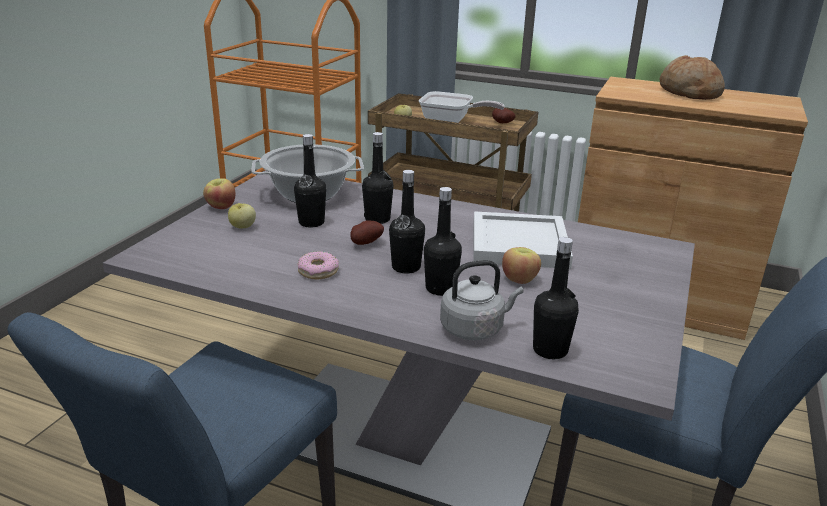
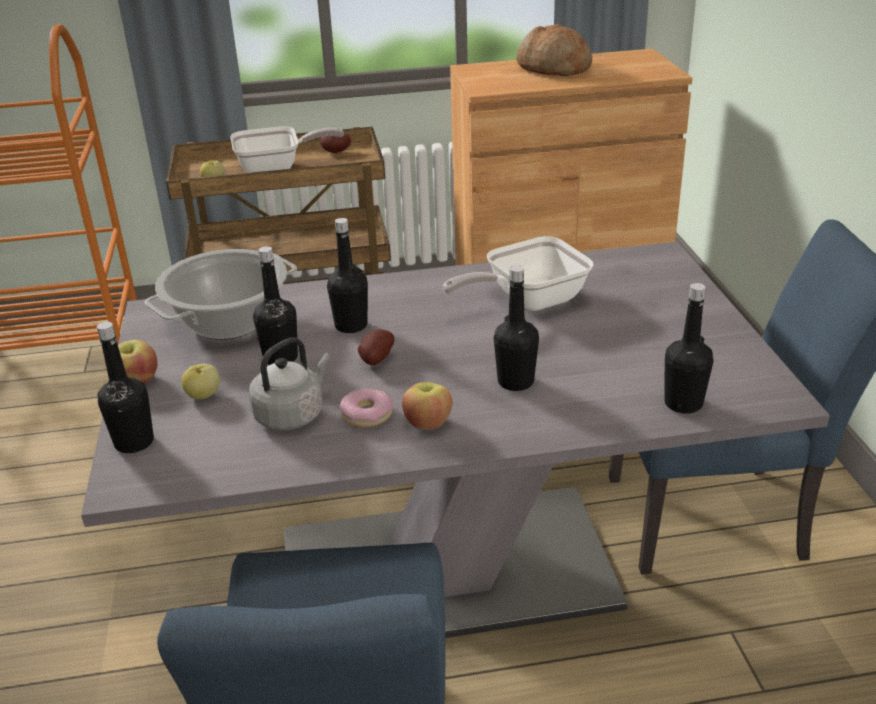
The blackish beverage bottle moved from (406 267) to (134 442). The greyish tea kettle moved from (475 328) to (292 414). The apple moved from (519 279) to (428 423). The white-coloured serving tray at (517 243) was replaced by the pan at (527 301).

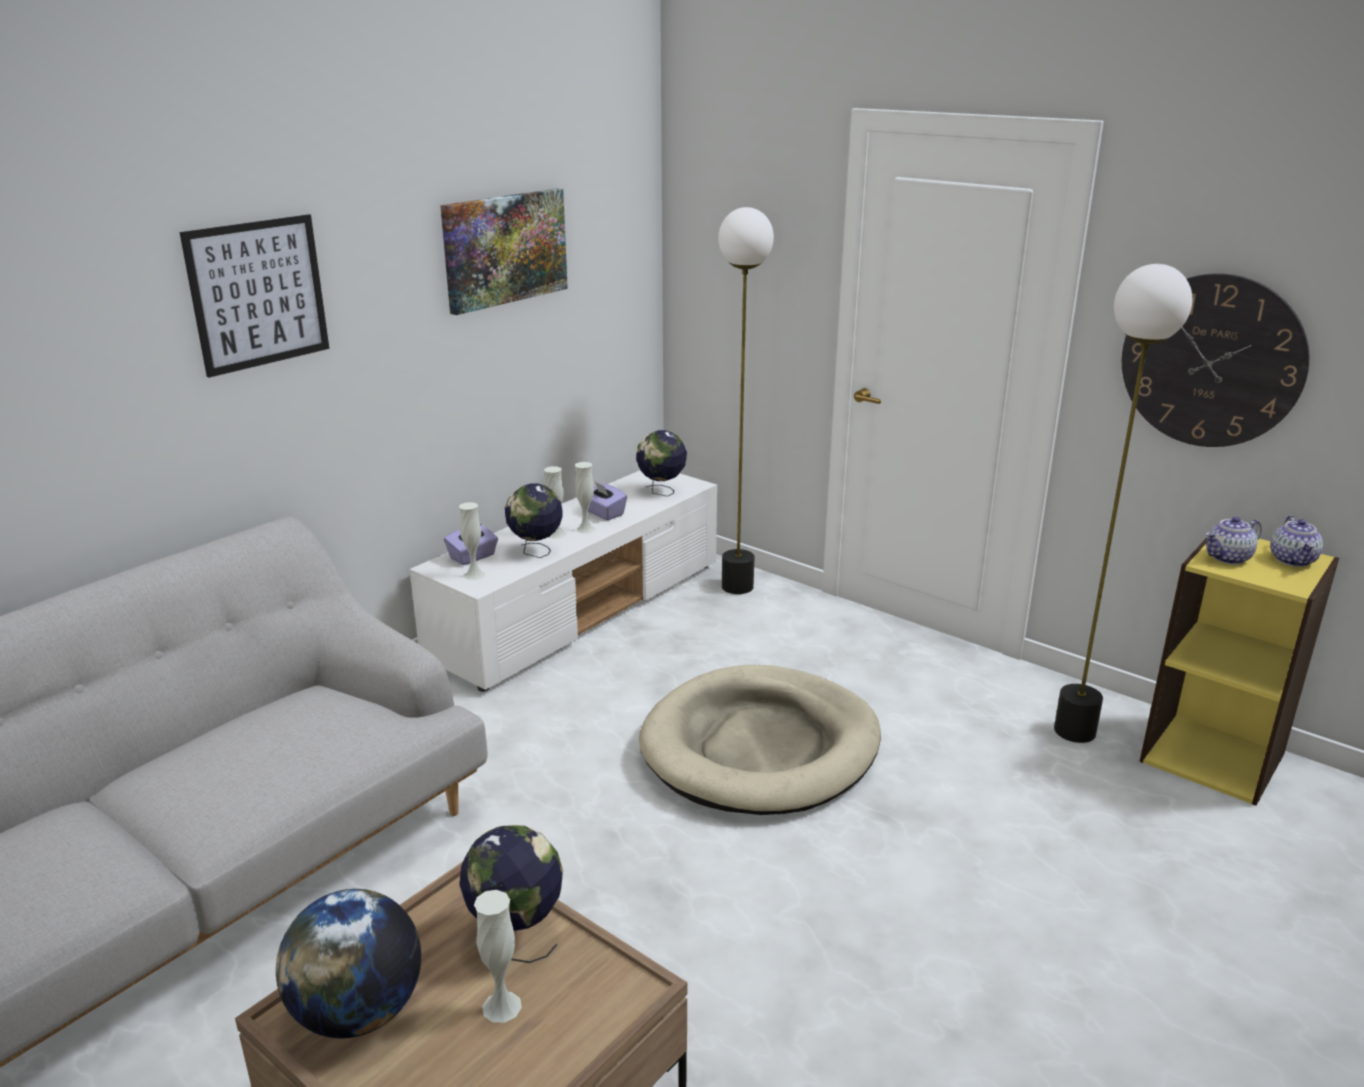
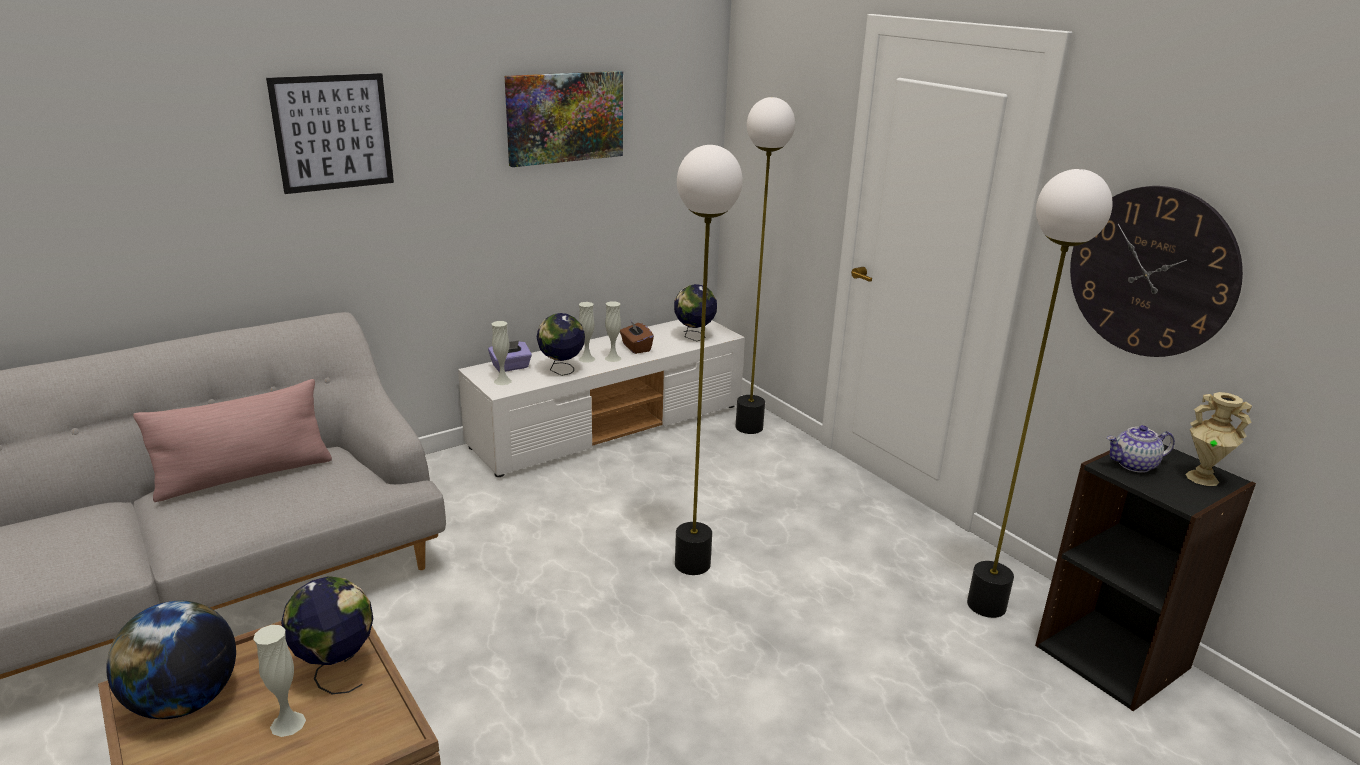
The pink throw pillow at (245 475) appeared. The sand-coloured pet bed at (761 747) was replaced by the floor lamp at (693 564). The tea pot at (1293 560) was replaced by the sand-coloured flower vase at (1202 478). The purple-coloured tissue holder at (604 513) became the brown tissue holder at (636 348). The yellow-coloured shelving unit at (1213 757) became the blackish shelving unit at (1113 656).

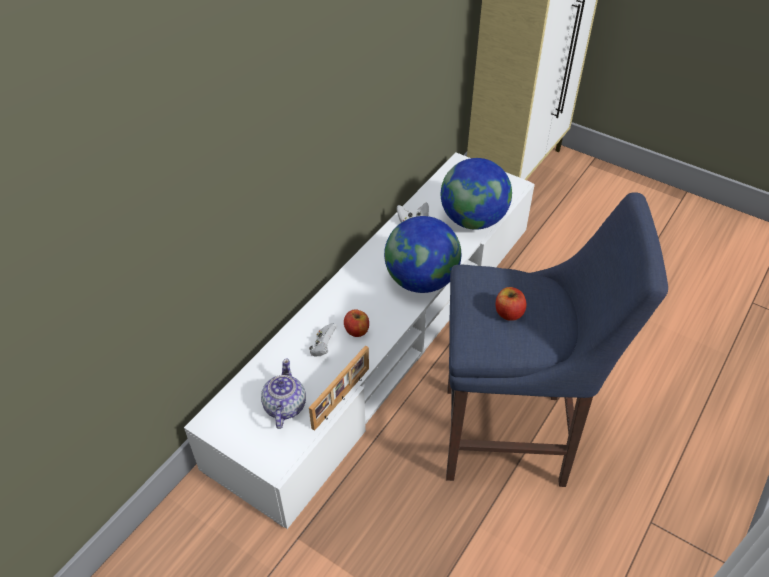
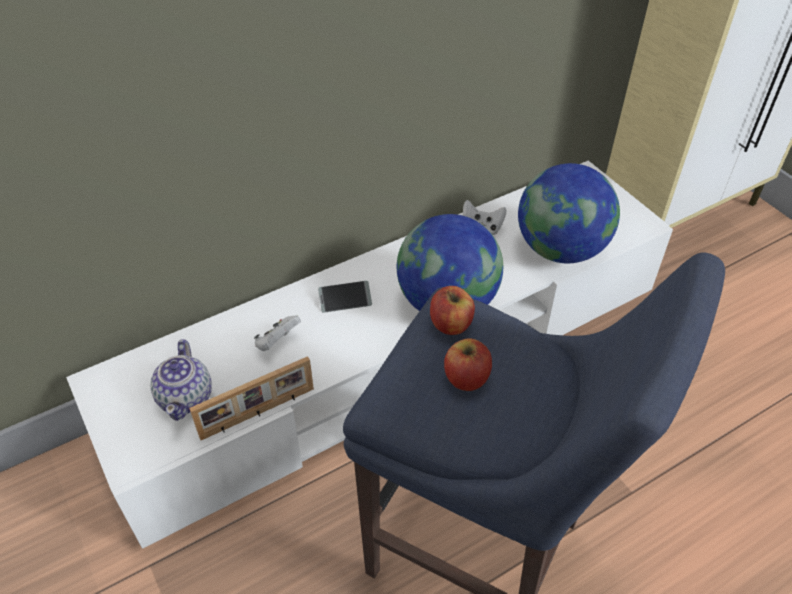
The handset at (345 300) appeared. The apple moved from (357 330) to (451 324). The tea pot at (284 407) turned 150 degrees clockwise.

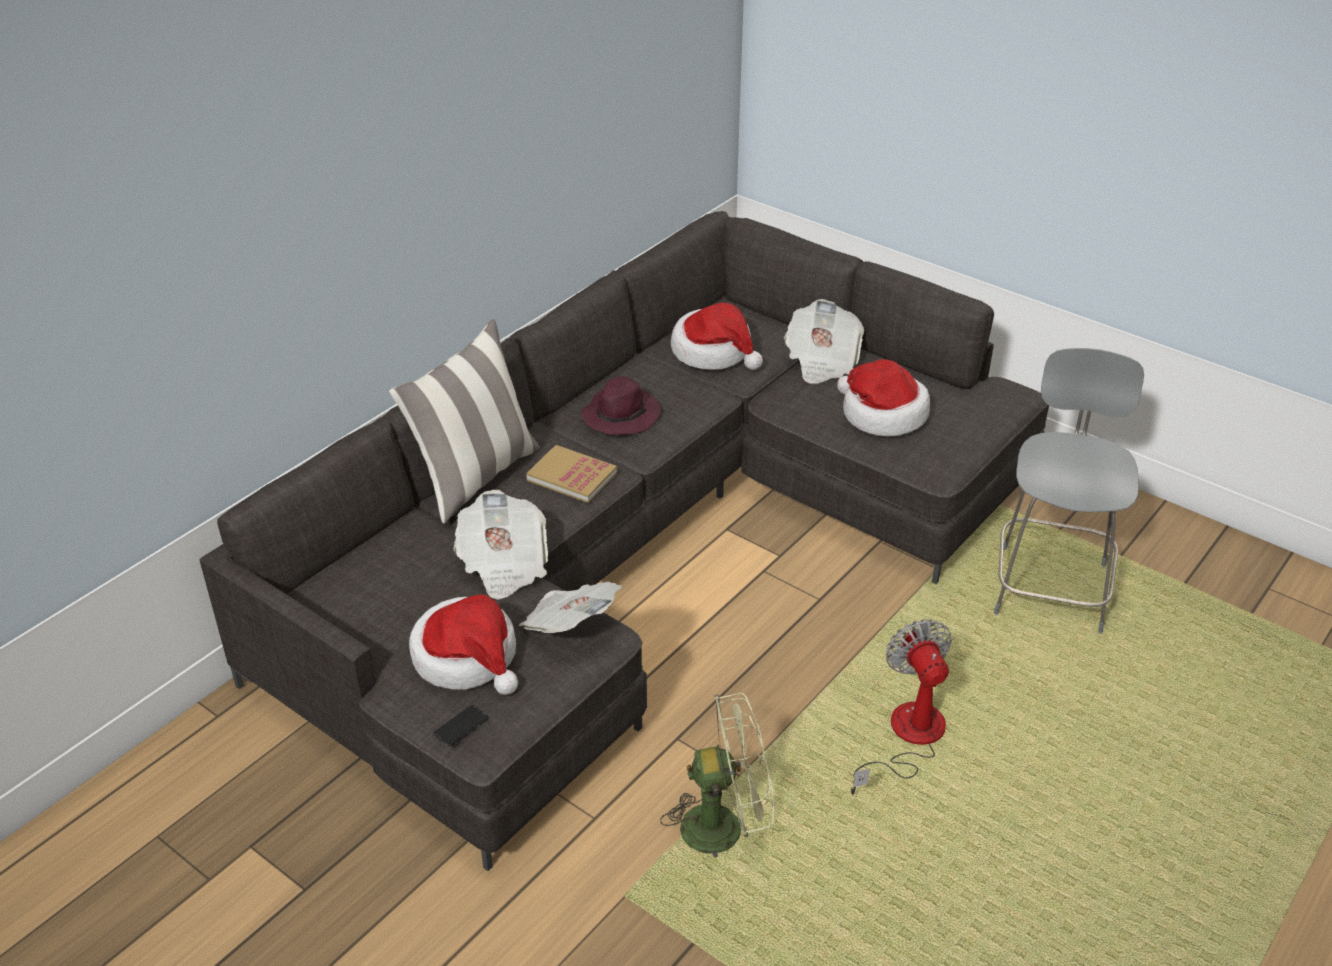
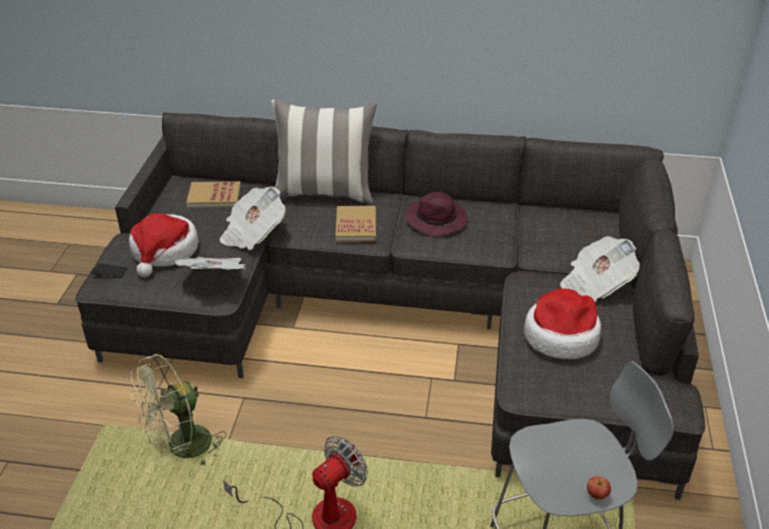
The clothing hat at (714 352) disappeared. The volume at (214 197) appeared. The apple at (597 494) appeared. The green cooling fan at (725 826) turned 90 degrees clockwise.

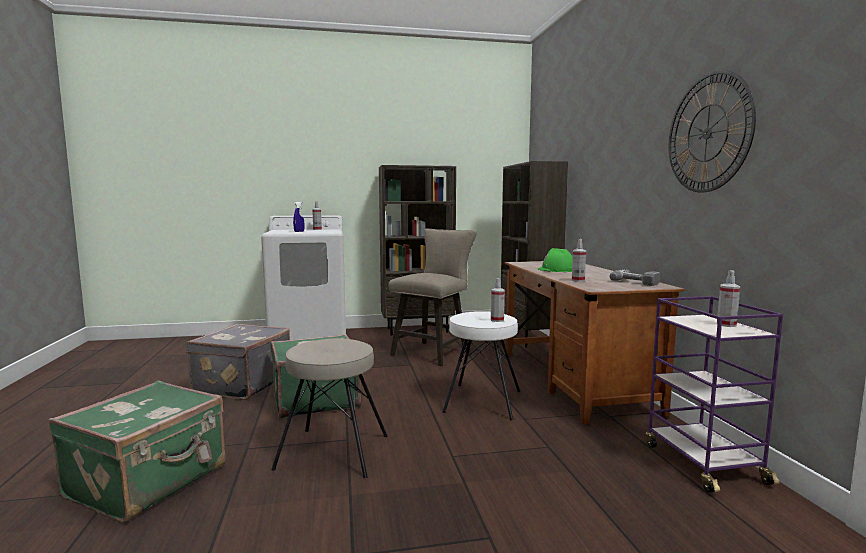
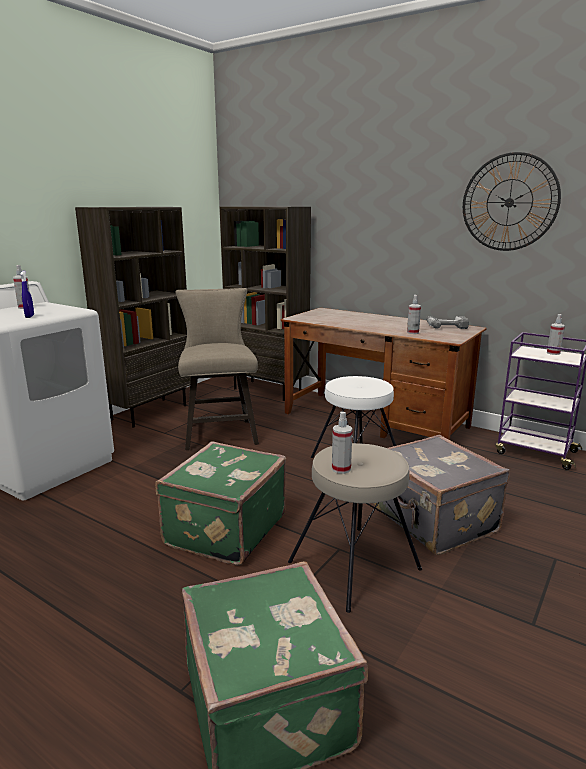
The green work helmet at (557 270) disappeared. The greyish suitcase moved from (241 384) to (433 521). The spray bottle moved from (497 320) to (341 469).

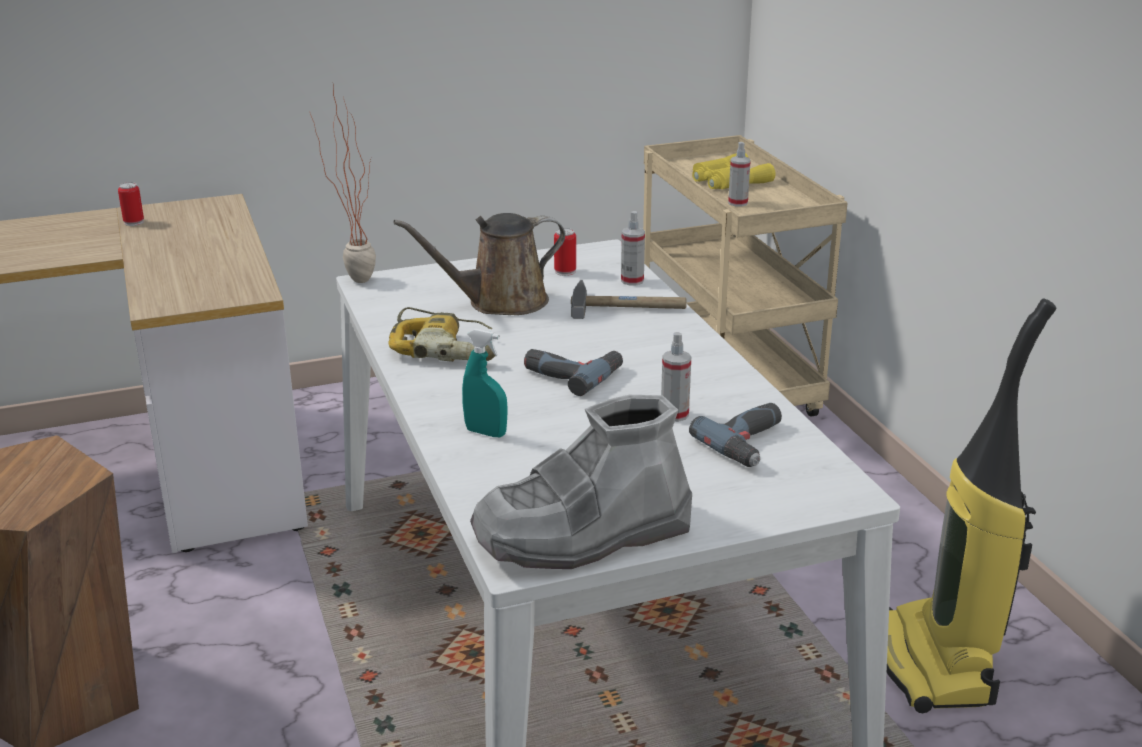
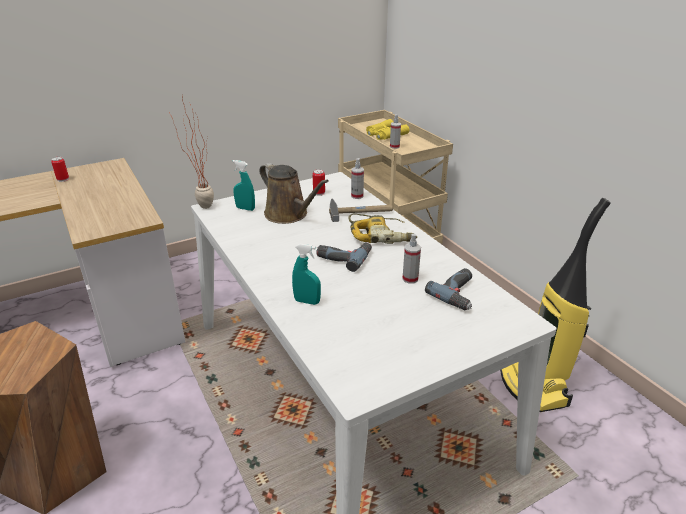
The greyish boot at (582 536) disappeared. The turquoise spray bottle at (245 208) appeared. The electric drill moved from (445 348) to (381 235). The brown sprinkling can at (500 302) turned 105 degrees counterclockwise.

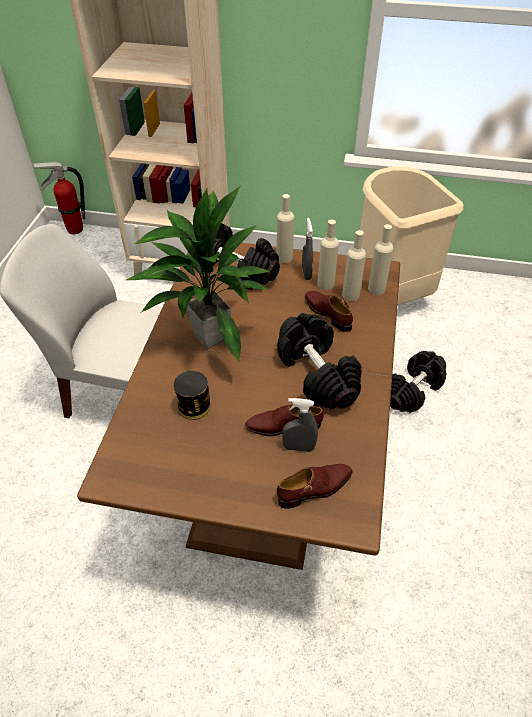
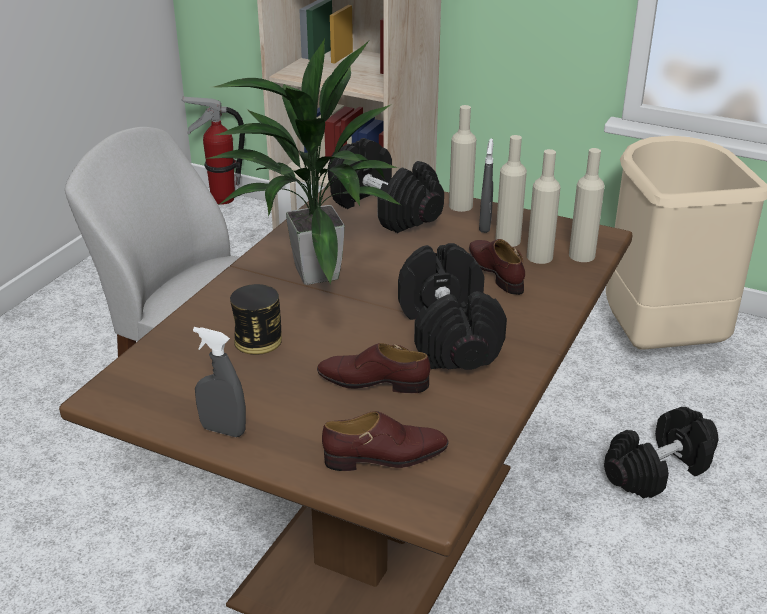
The greyish spray bottle moved from (299 447) to (223 430).

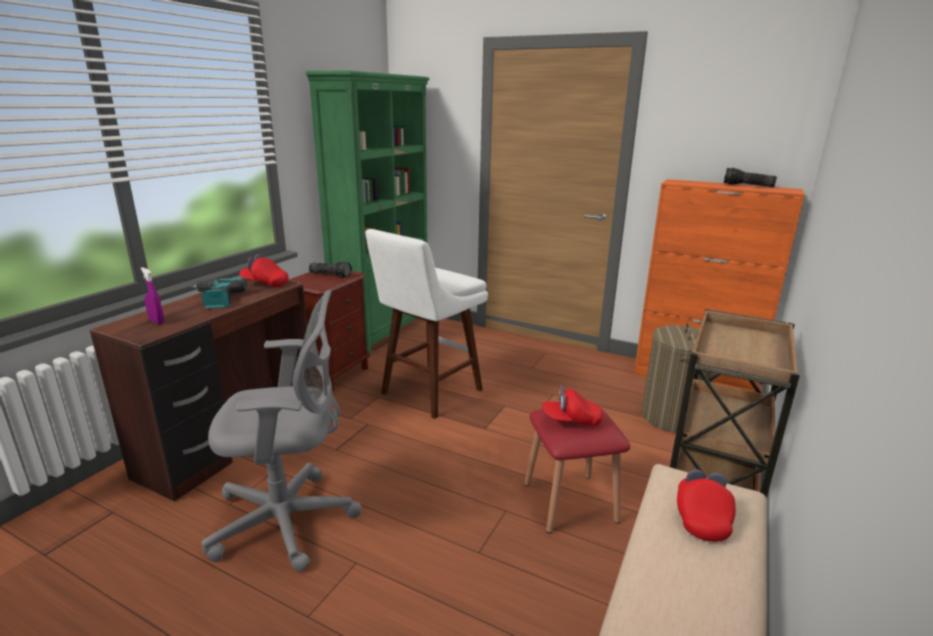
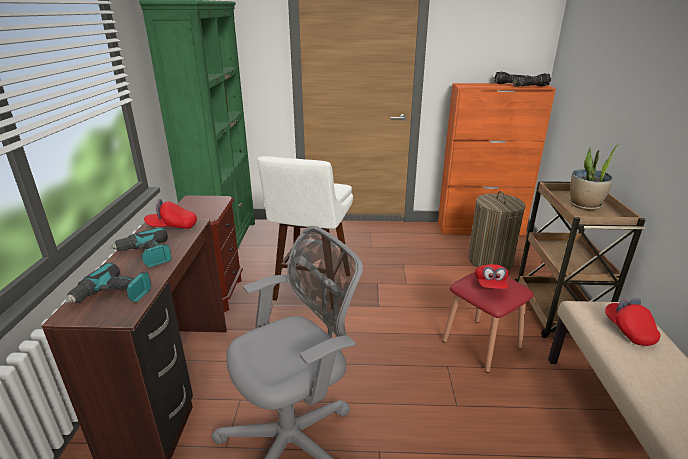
The houseplant at (584 205) appeared. The hand torch moved from (331 274) to (530 86). The purple-coloured spray bottle at (157 321) was replaced by the electric drill at (113 295). The red cap at (571 420) turned 60 degrees counterclockwise.

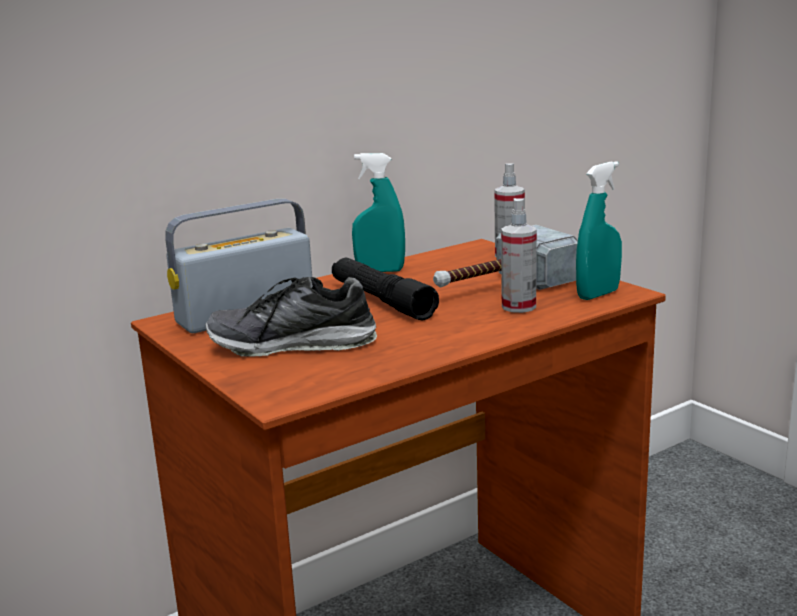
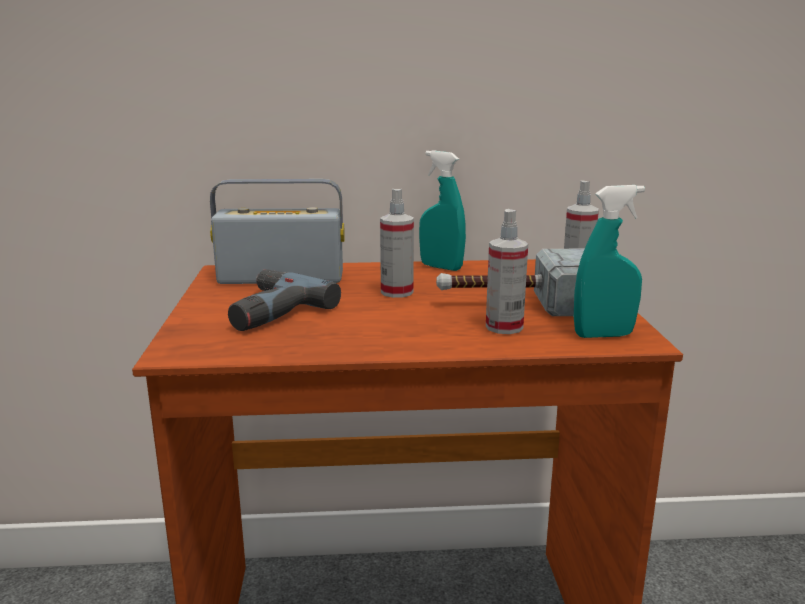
The shoe at (293 345) was replaced by the electric drill at (266 311). The blackish hand torch at (381 300) was replaced by the spray bottle at (397 292).

